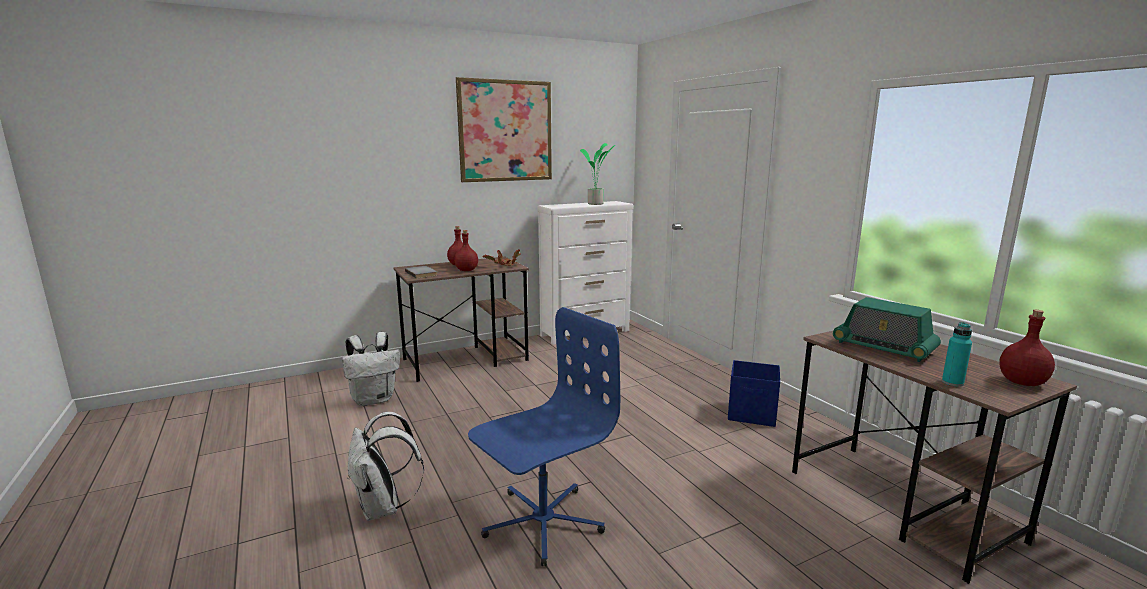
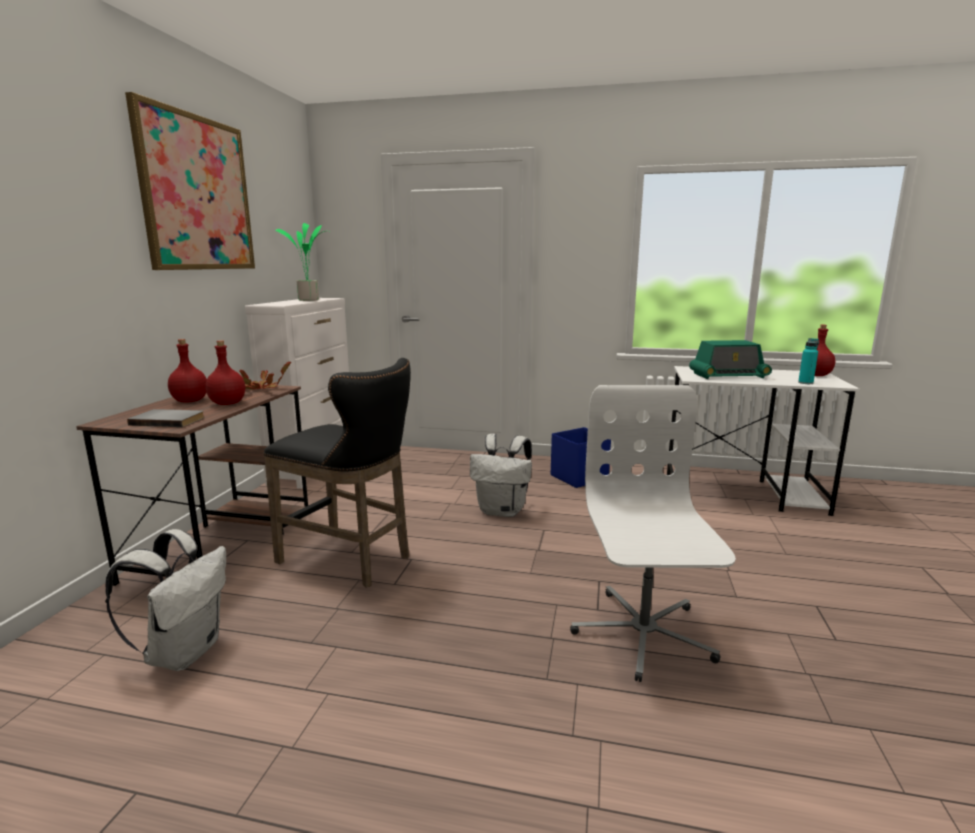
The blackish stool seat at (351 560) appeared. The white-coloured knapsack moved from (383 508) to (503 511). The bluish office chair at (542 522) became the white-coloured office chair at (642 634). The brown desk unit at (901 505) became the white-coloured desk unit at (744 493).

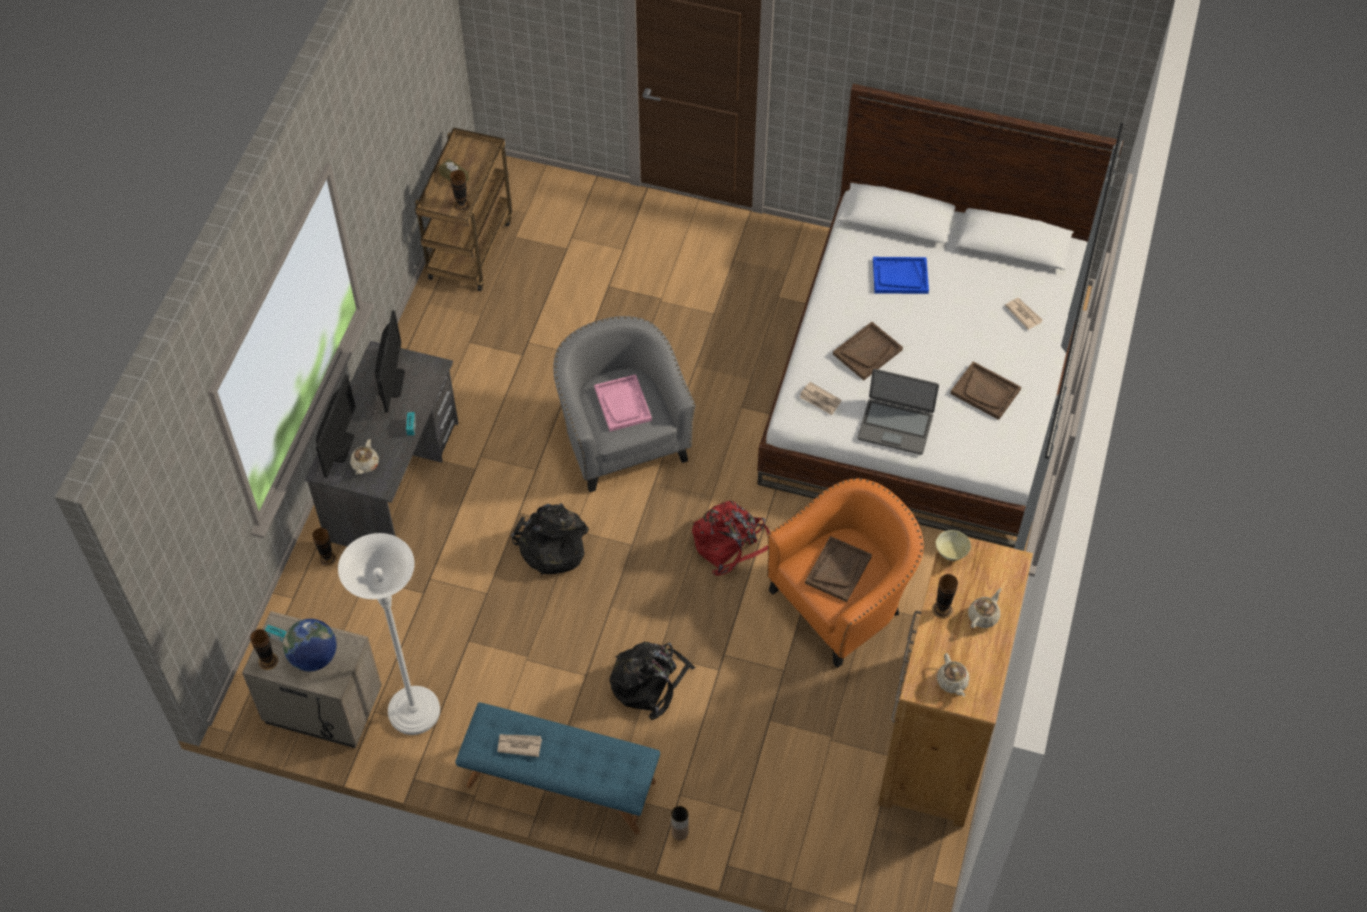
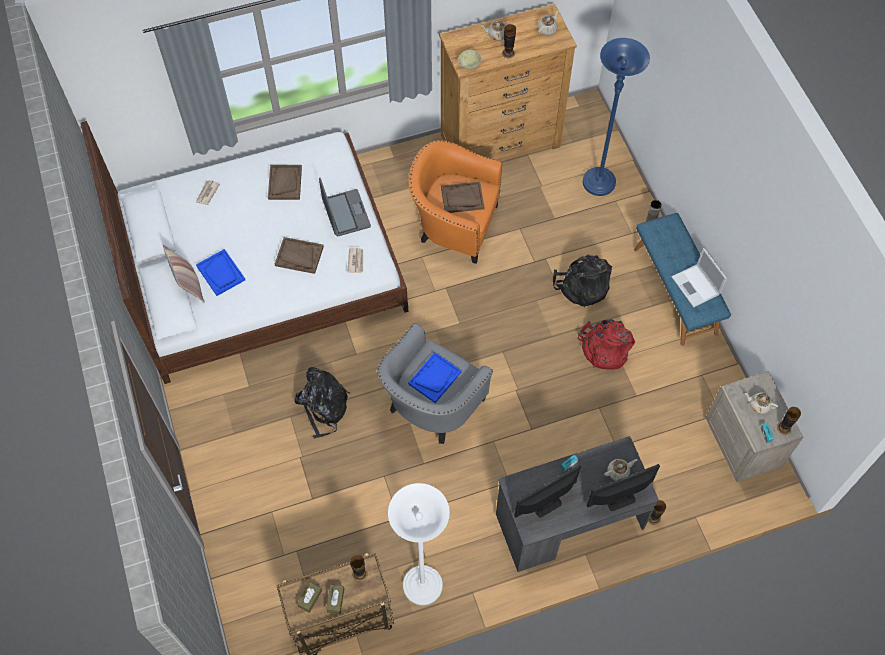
The throw pillow at (189 285) appeared. The brown tissue holder at (310 598) appeared. The bluish floor lamp at (599 183) appeared. The white-coloured floor lamp moved from (414 712) to (422 586). The blackish knapsack moved from (551 547) to (323 407). The red knapsack moved from (730 544) to (604 348). The world globe at (313 657) was replaced by the sand-coloured tea pot at (759 405). The printed paper at (519 745) was replaced by the portable computer at (696 286). The pink serving tray at (623 404) became the bluish serving tray at (435 378).

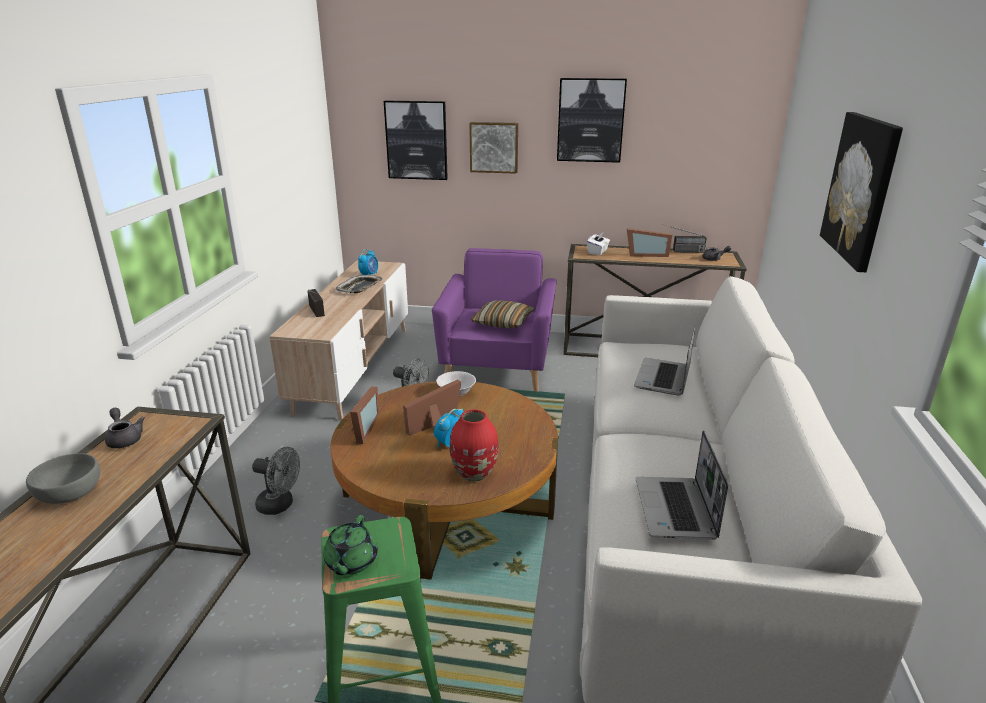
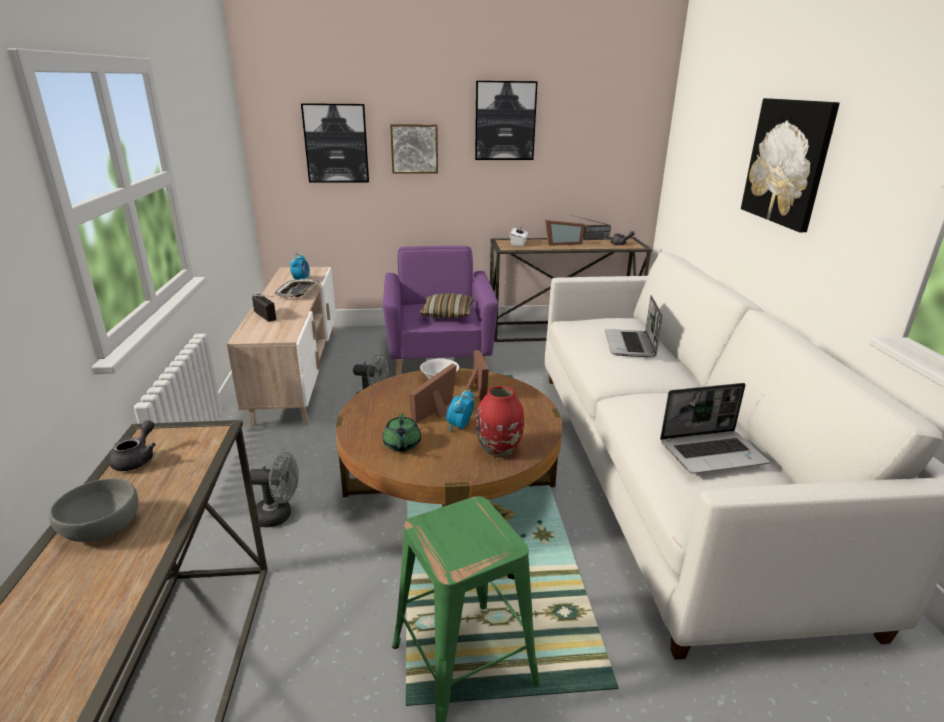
The green tea pot moved from (351 562) to (402 445). The photo frame moved from (361 429) to (474 389). The greyish tea pot at (124 438) turned 60 degrees clockwise. The portable computer at (676 510) turned 90 degrees counterclockwise.

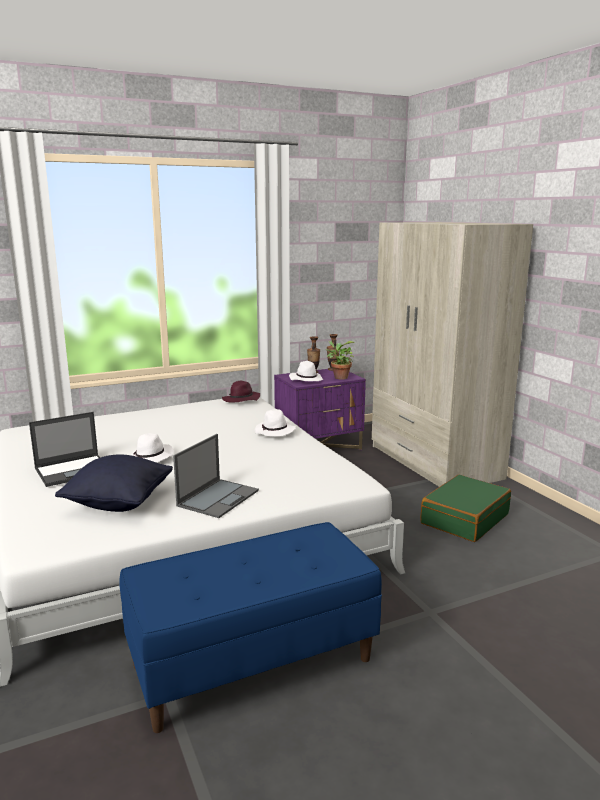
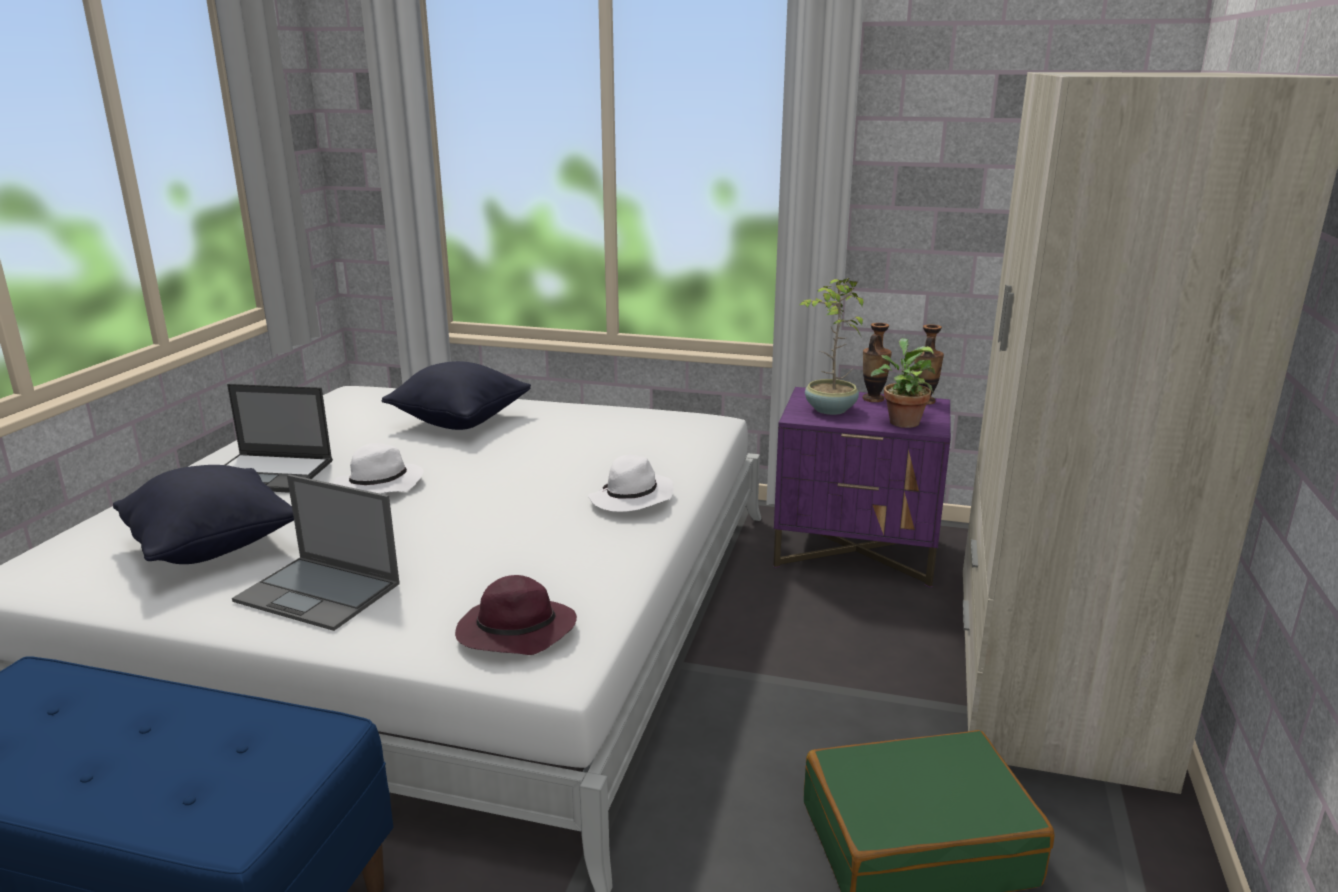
The blackish throw pillow at (460 422) appeared. The purple-coloured clothing hat moved from (241 400) to (514 633). The white-coloured clothing hat at (306 379) was replaced by the houseplant at (829 410). The portable computer at (218 498) turned 45 degrees clockwise.

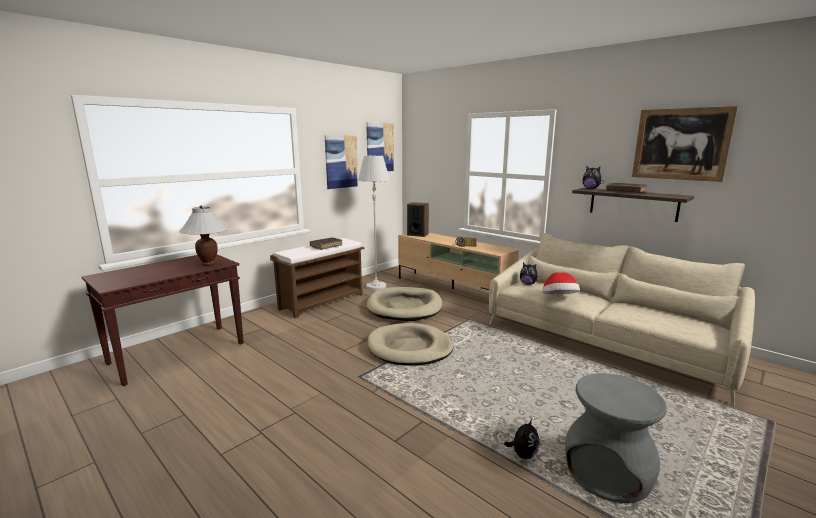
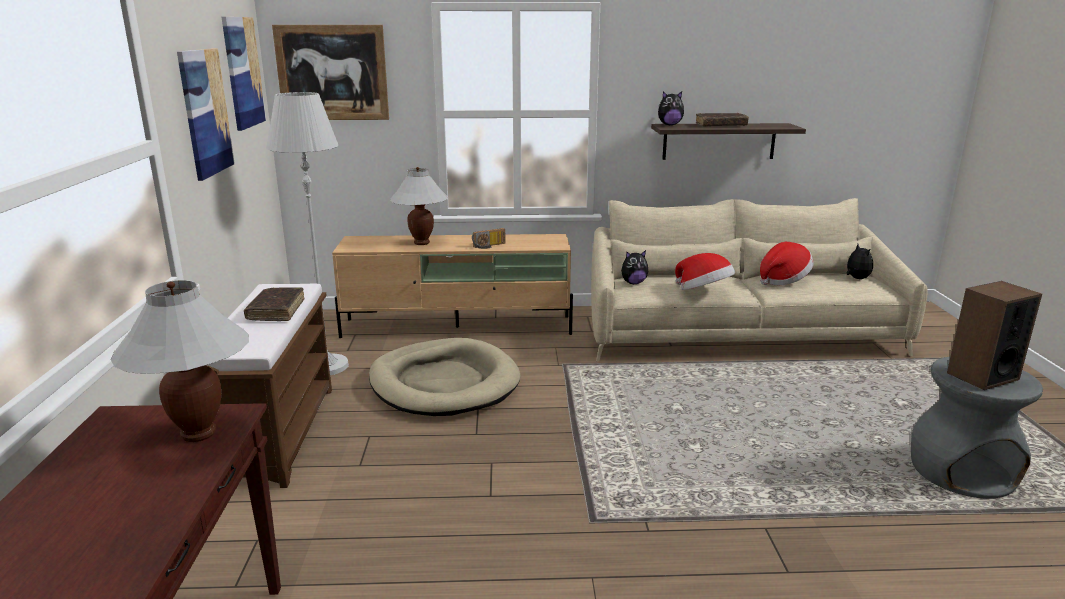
The sand-coloured pet bed at (410 348) disappeared. The white-coloured table lamp at (422 243) appeared. The clothing hat at (783 280) appeared. The audio speaker moved from (417 234) to (982 376). The soft toy moved from (523 454) to (856 278). The picture moved from (680 144) to (332 73).

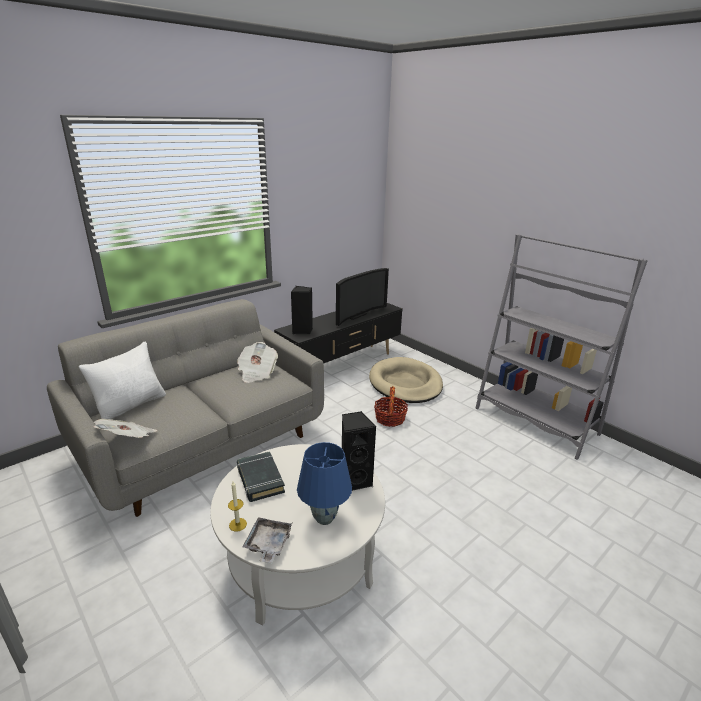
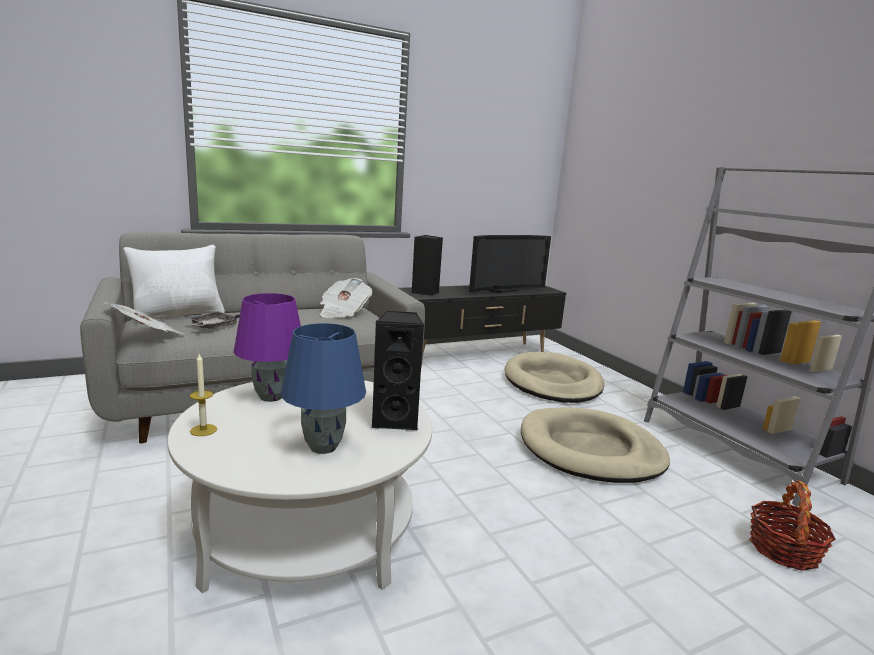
The sand-coloured pet bed at (590 450) appeared. The greyish serving tray moved from (268 544) to (212 327). The household basket moved from (390 419) to (783 550). The blackish volume at (260 479) was replaced by the purple-coloured table lamp at (270 397).

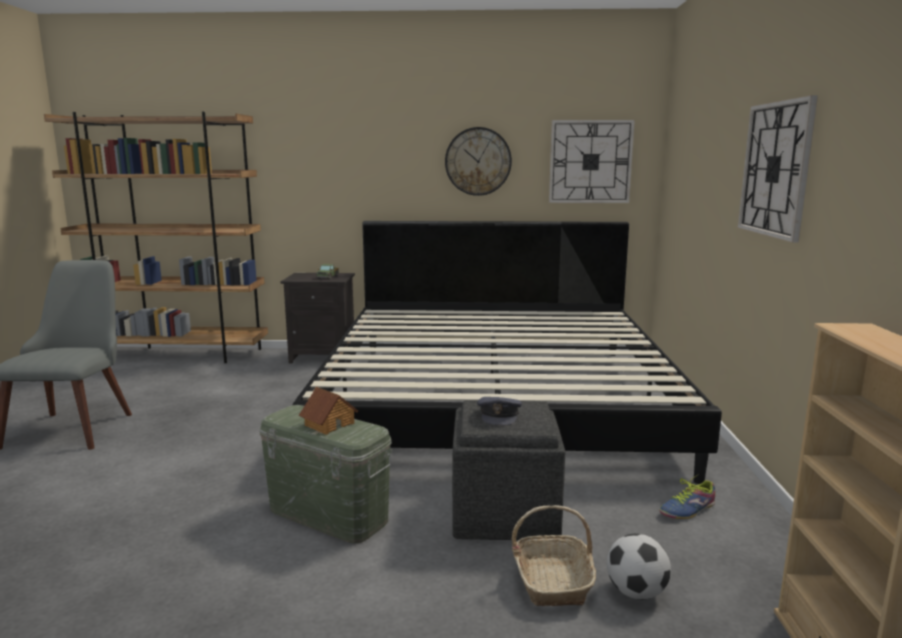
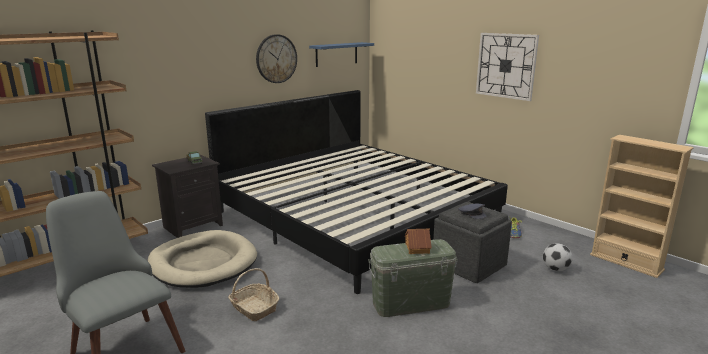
The sand-coloured pet bed at (203 263) appeared. The household basket moved from (552 580) to (254 308). The clock on the wall at (590 162) was replaced by the bluish wall shelf at (336 54).

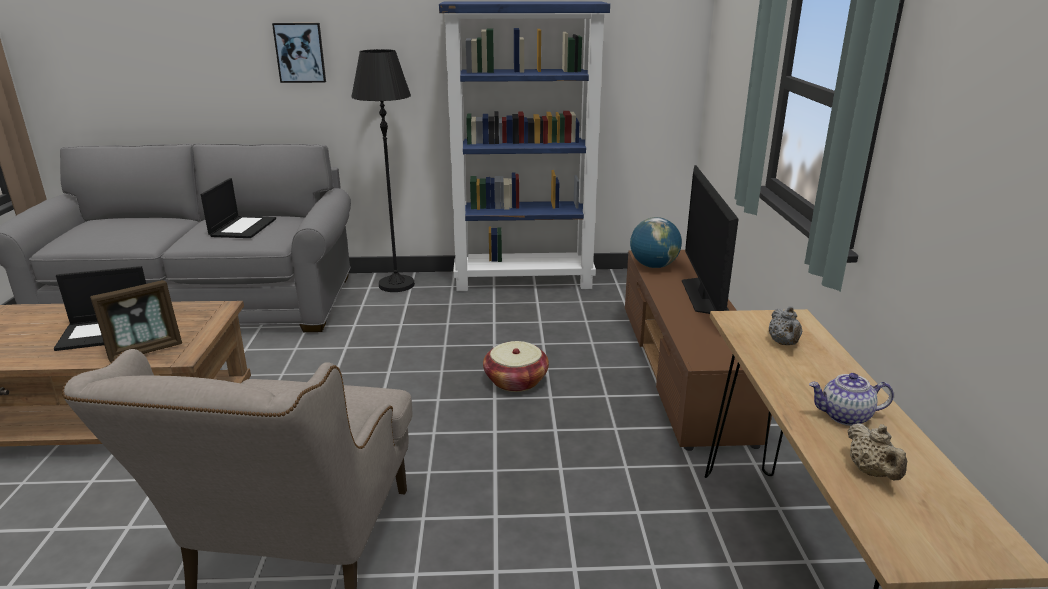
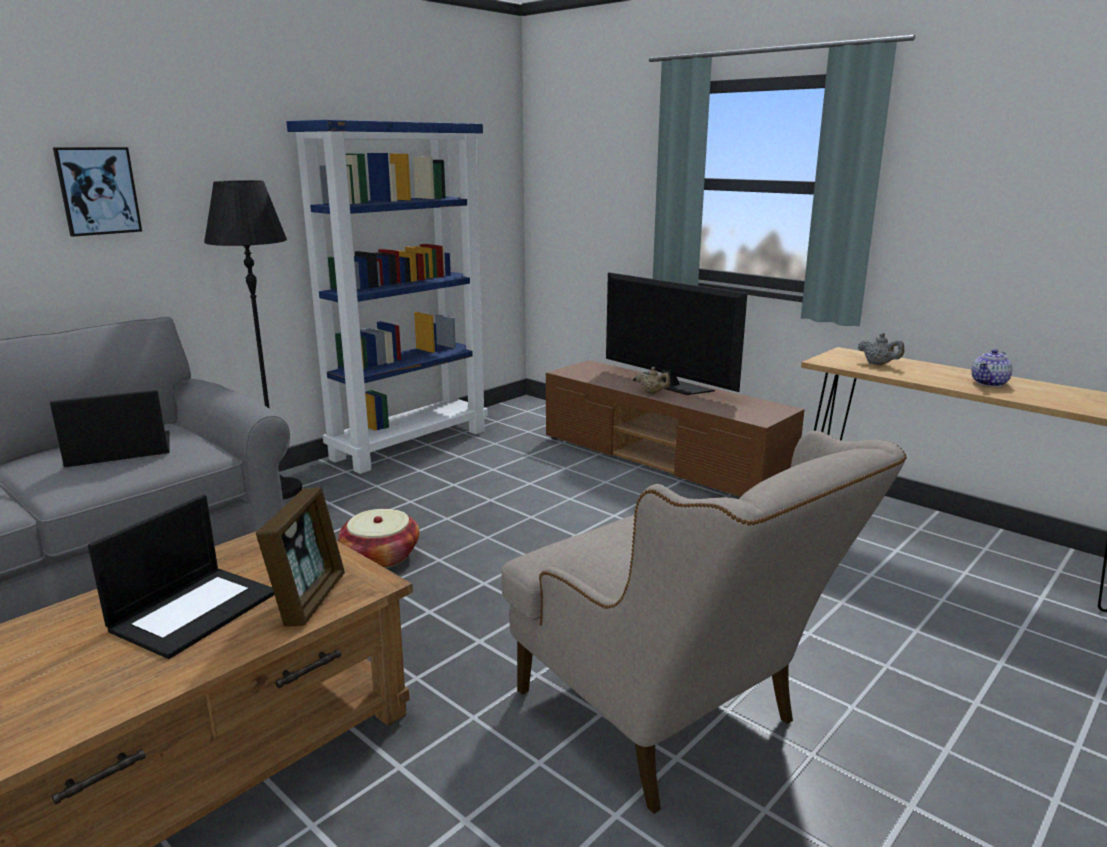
The world globe at (653 266) disappeared. The household basket moved from (515 381) to (380 556). The sand-coloured tea pot moved from (871 472) to (652 392). The portable computer at (243 227) turned 75 degrees counterclockwise.

